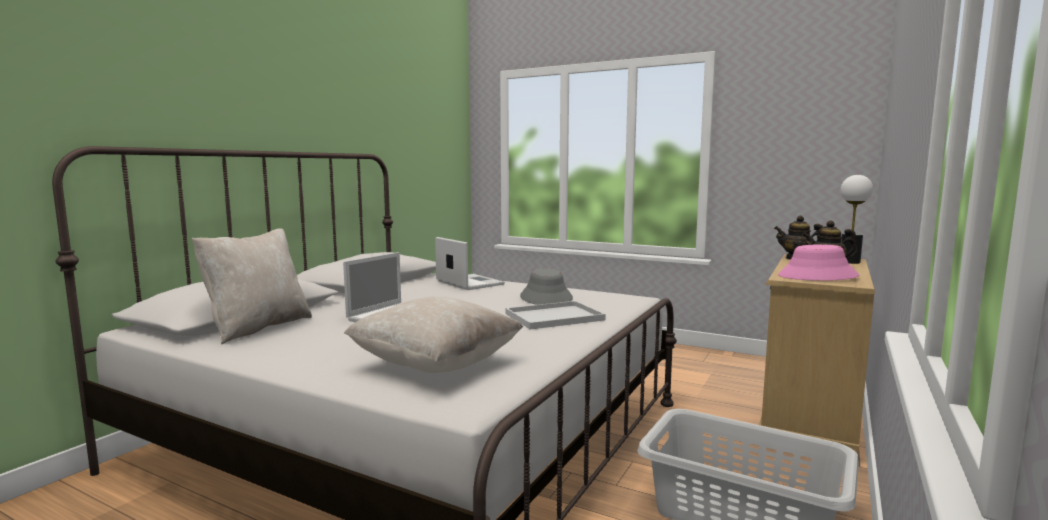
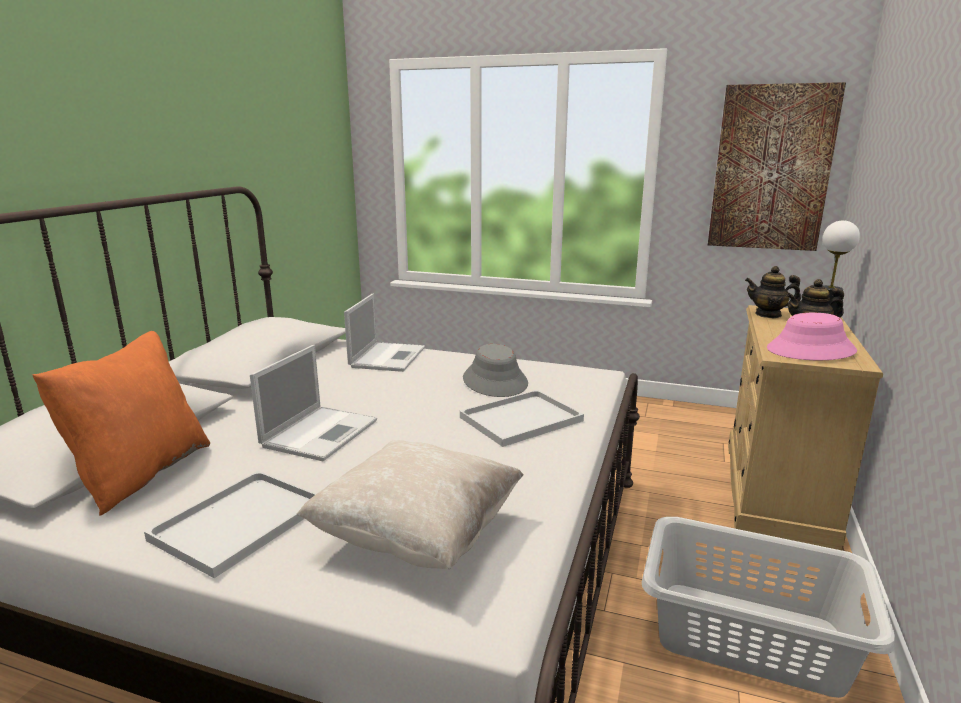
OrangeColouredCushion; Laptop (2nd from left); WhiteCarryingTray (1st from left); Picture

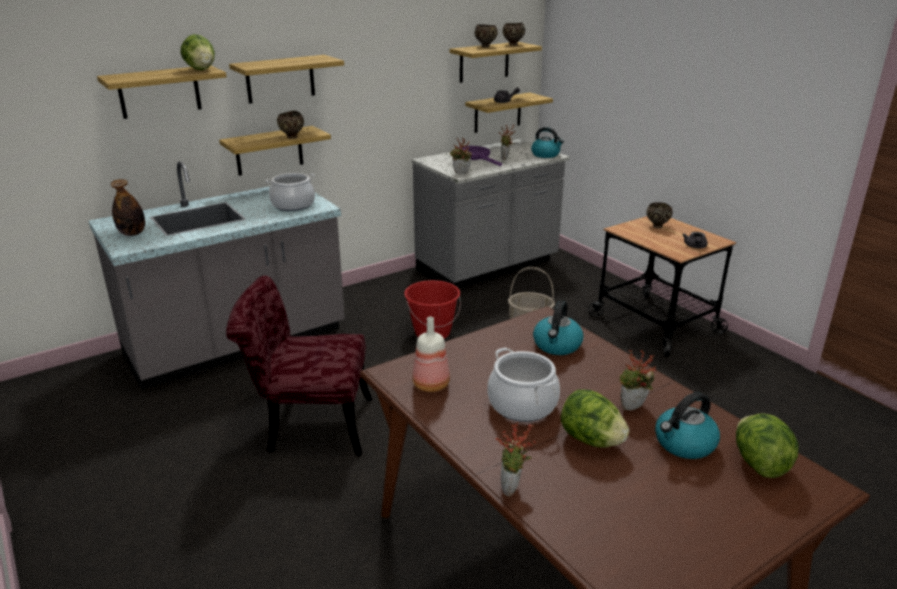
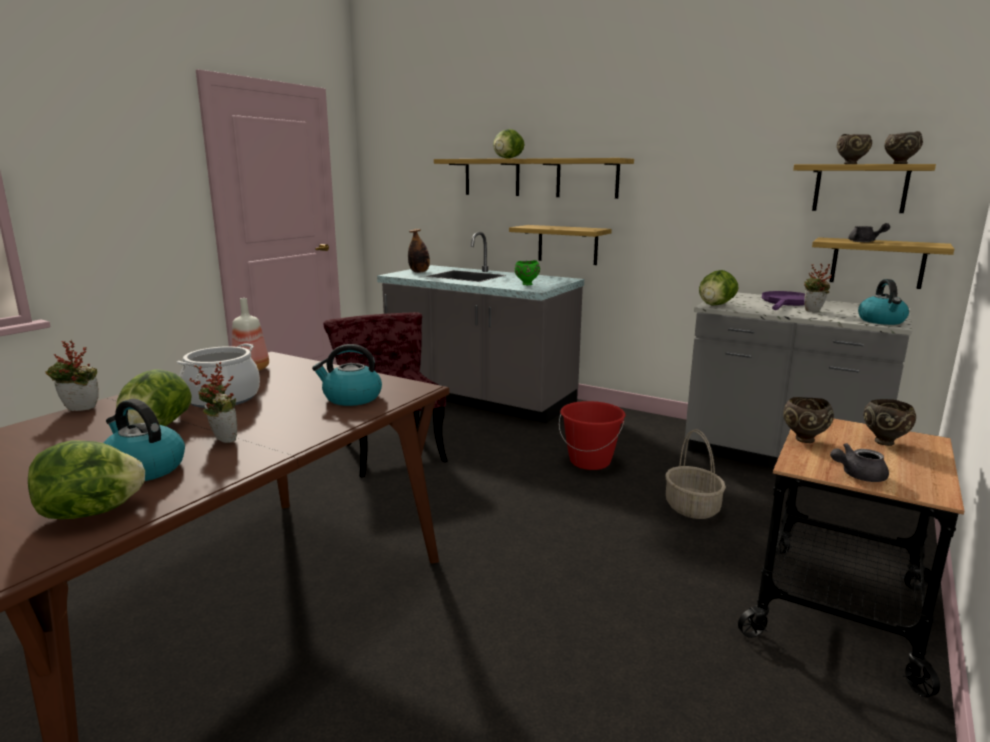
GreenColouredDeepDish; BrownishDeepDish (1st from left); LettuceHead (4th from left)

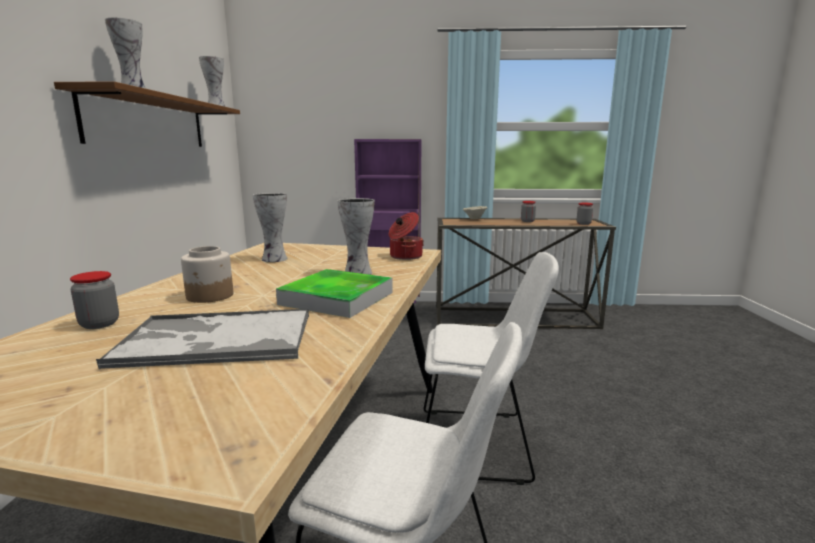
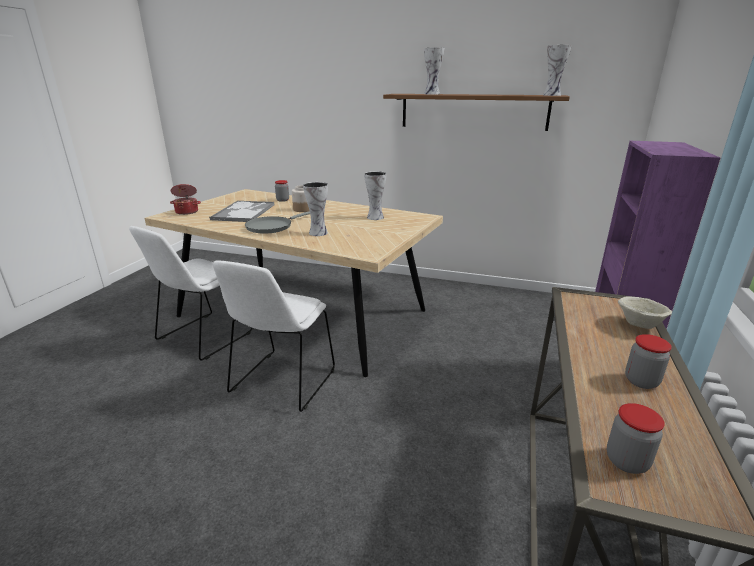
GreyishFryingPan; CookingPot

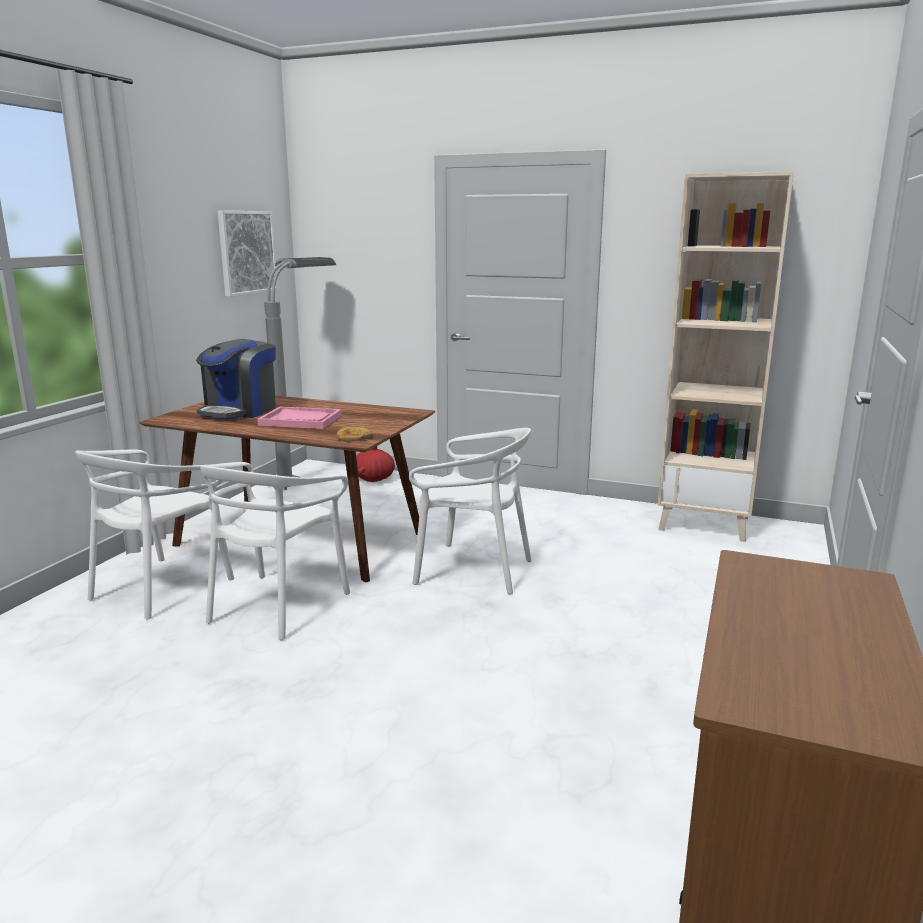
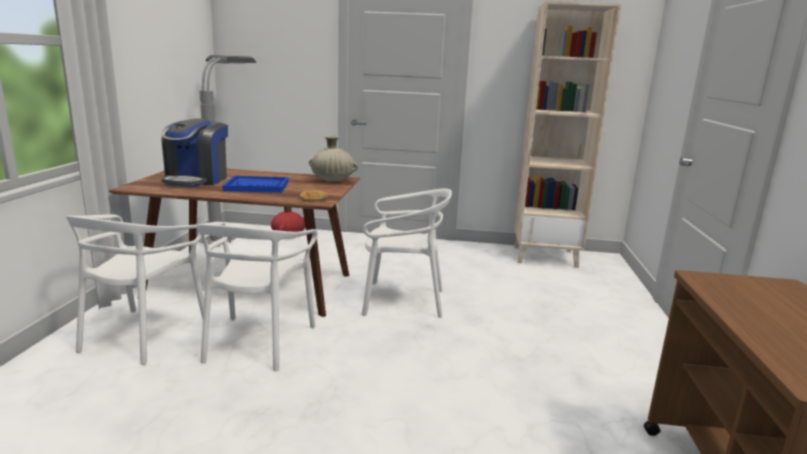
Picture; BlueCarryingTray; BeigeVase

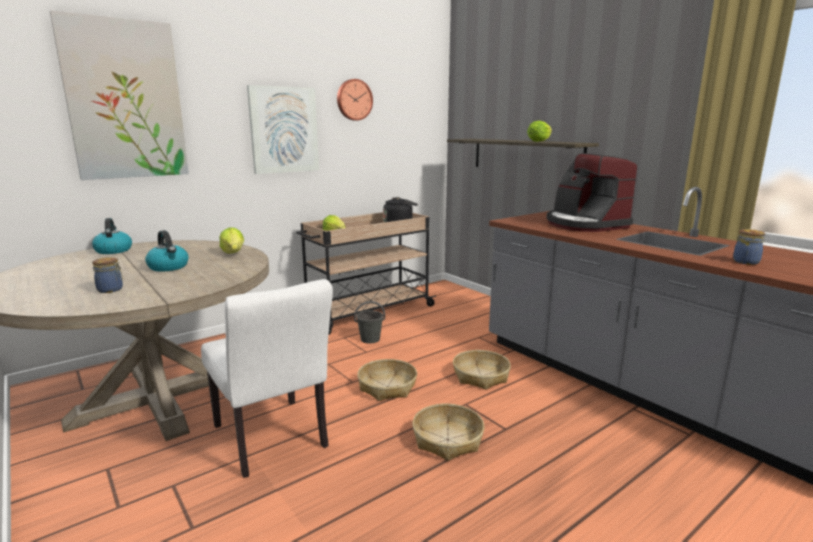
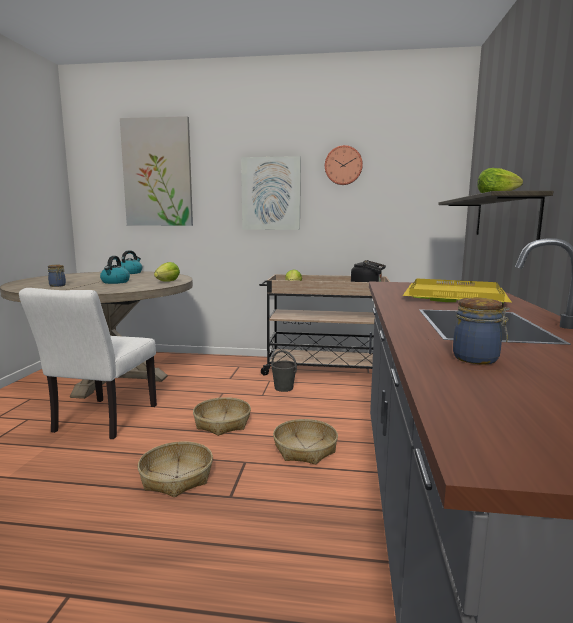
YellowishCarryingTray

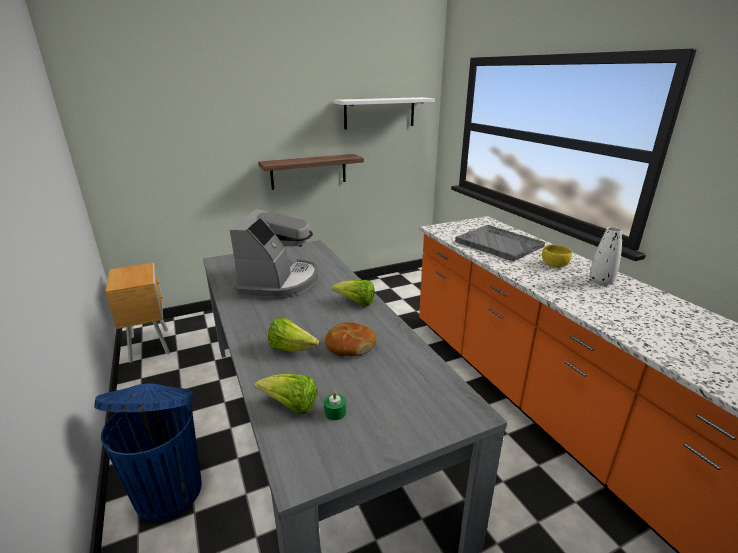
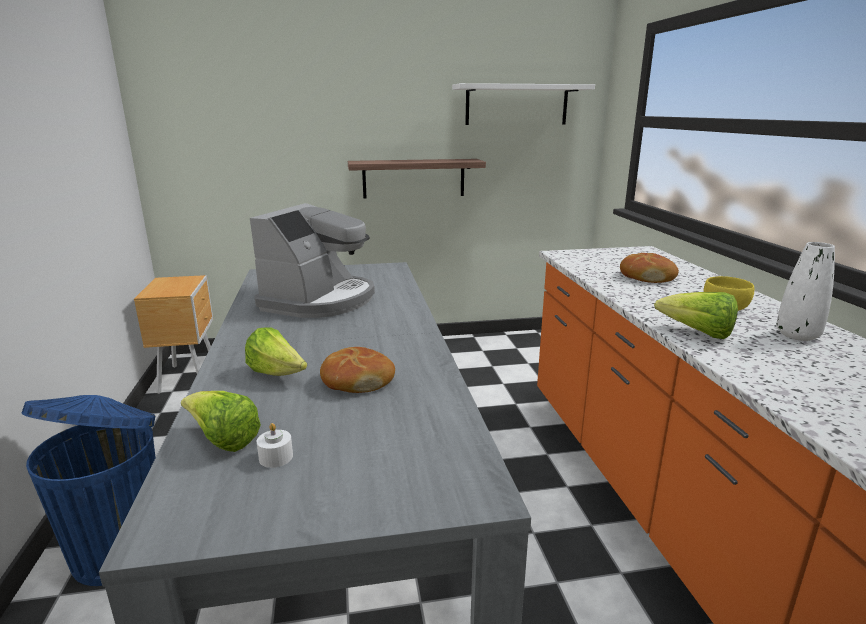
WhiteWaxLight; LettuceHead (3rd from left); BakedBread (2nd from left)

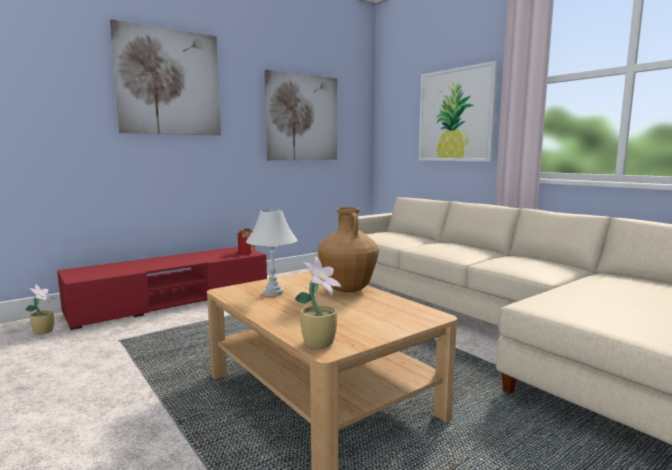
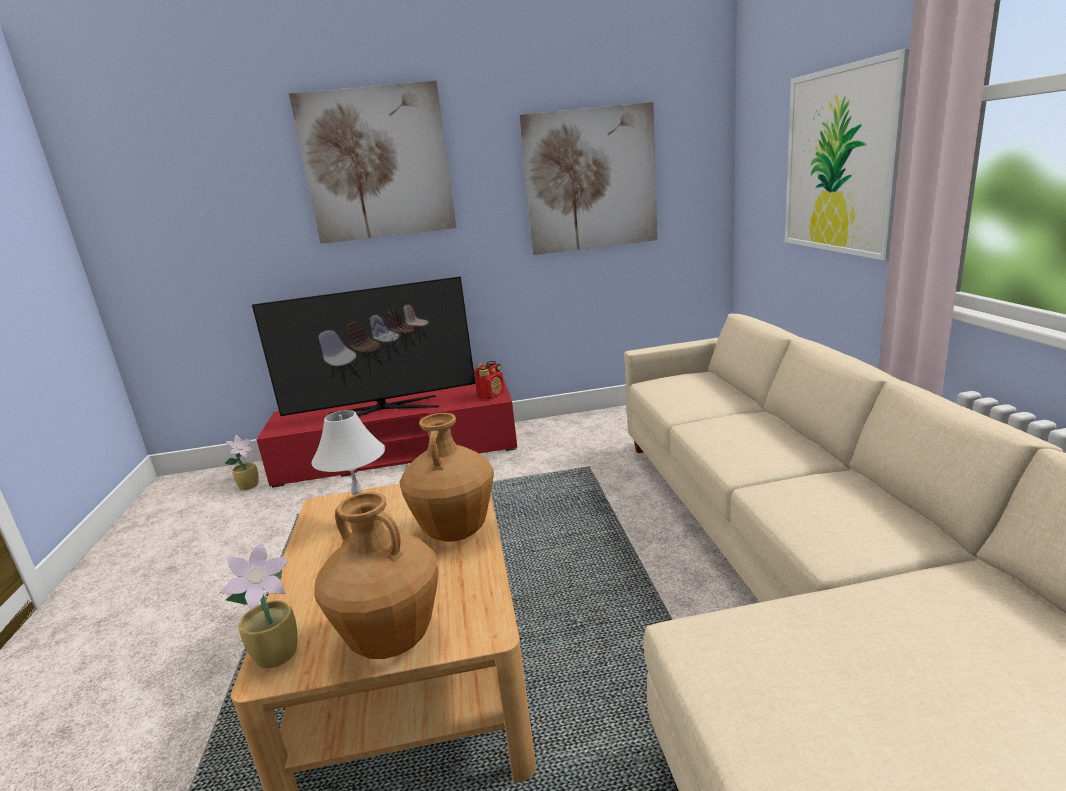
Television; BrownishVase (1st from left)

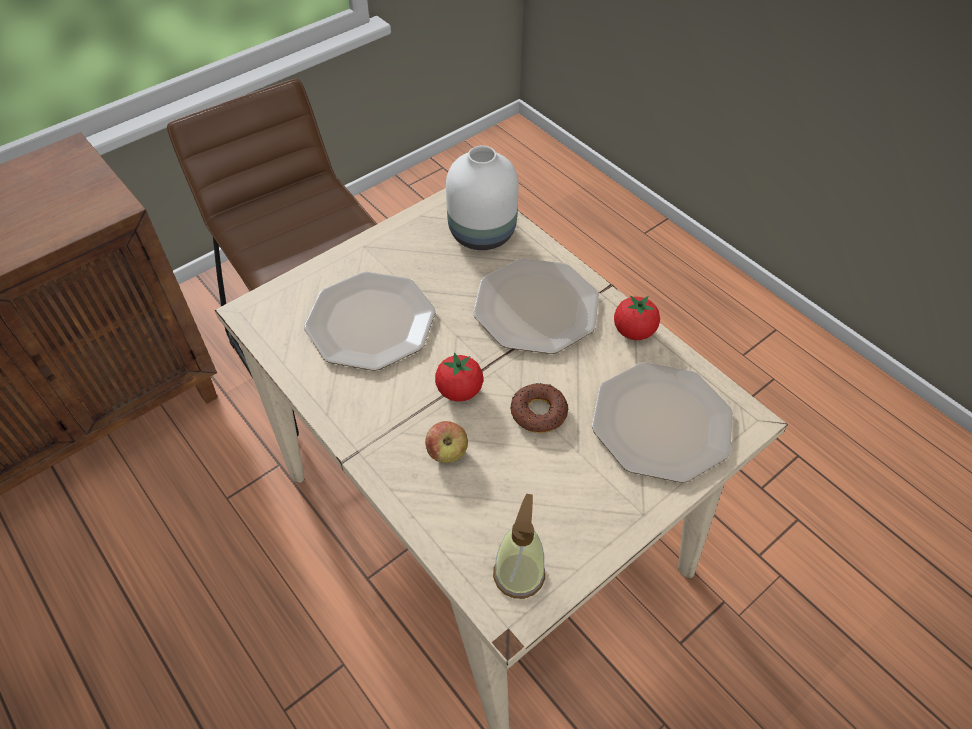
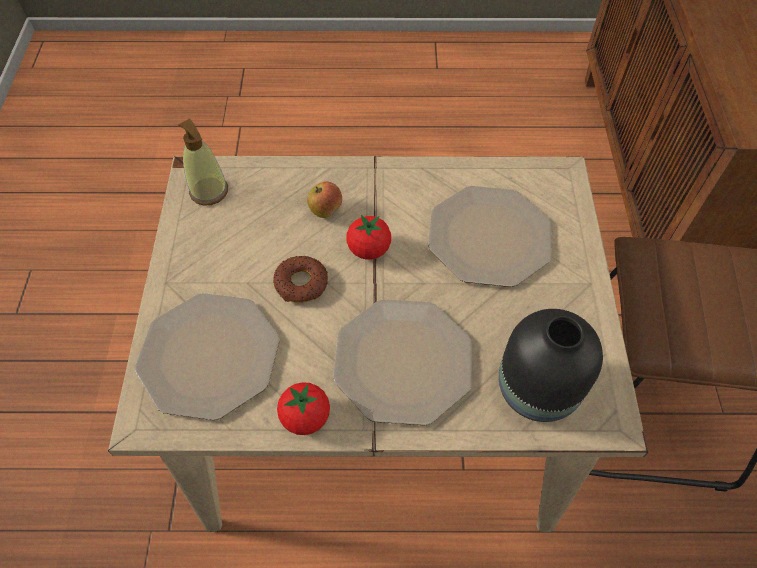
BlackColouredVase

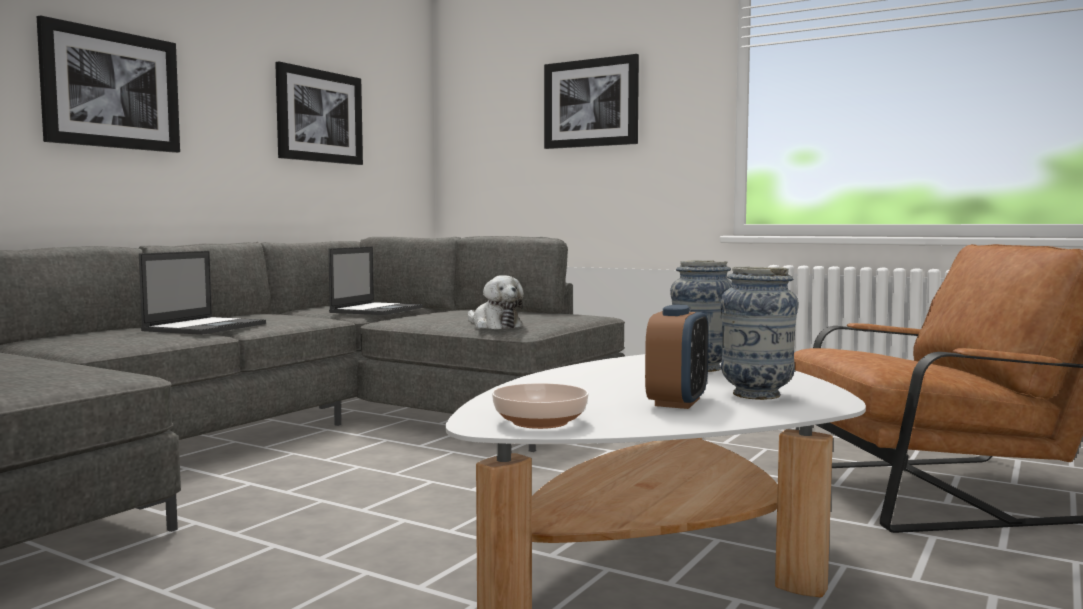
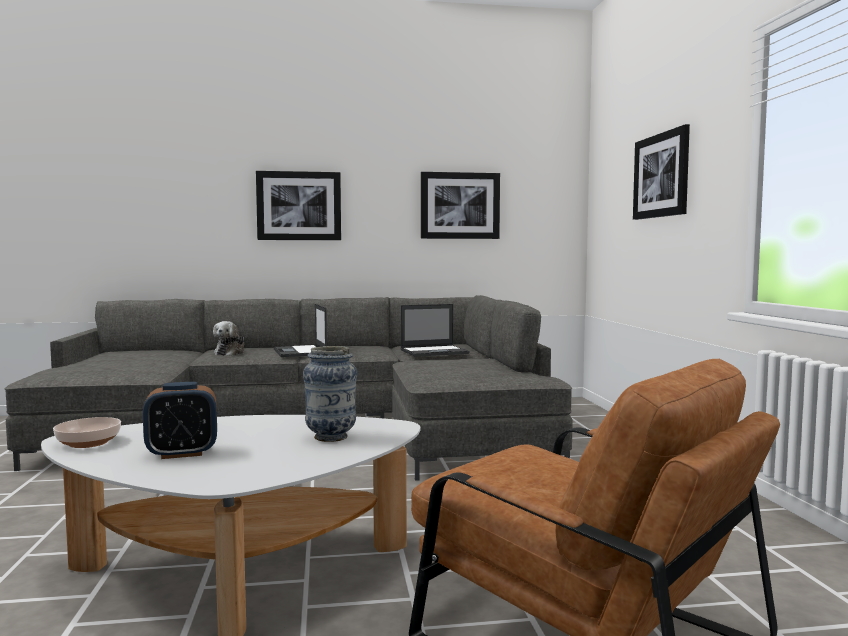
Laptop (1st from left); PlushToy; Vase (2nd from left in the first image)

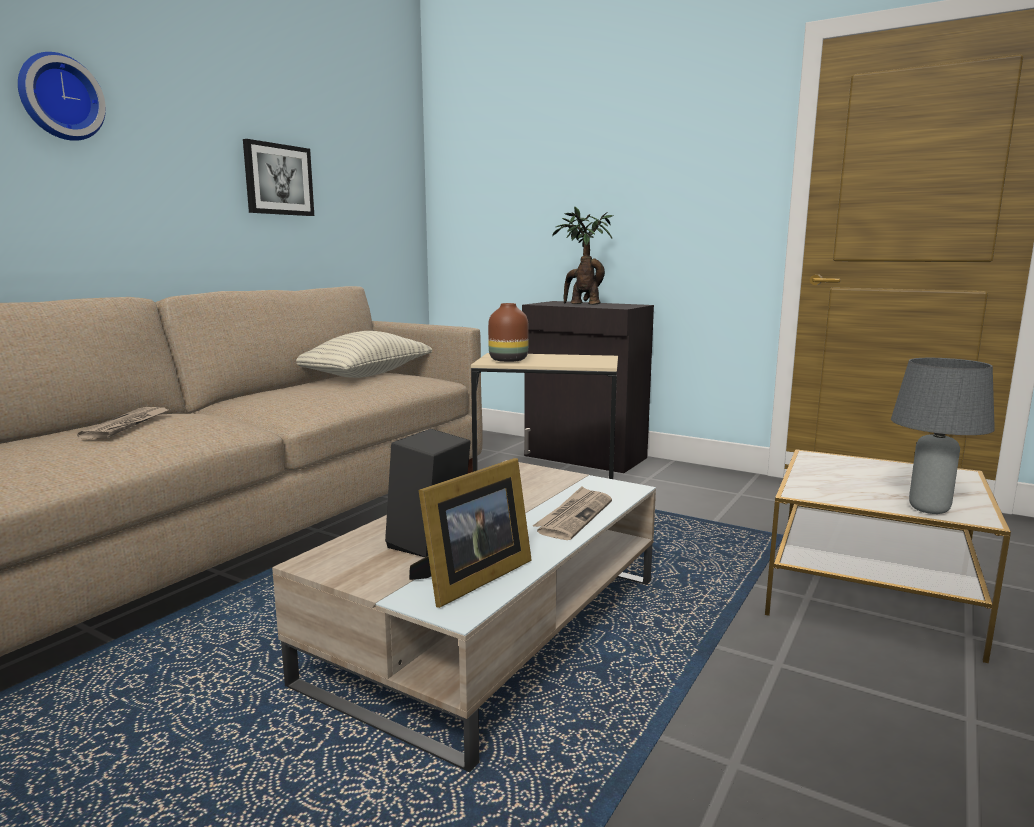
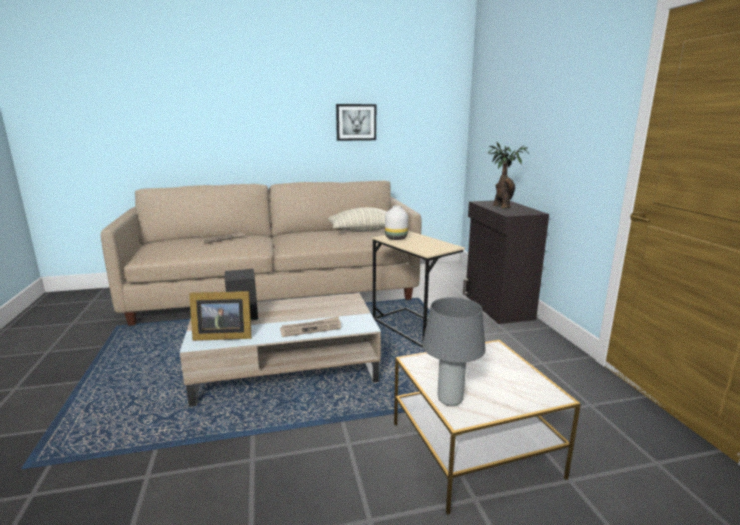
ClockOnTheWall; WhiteVase

